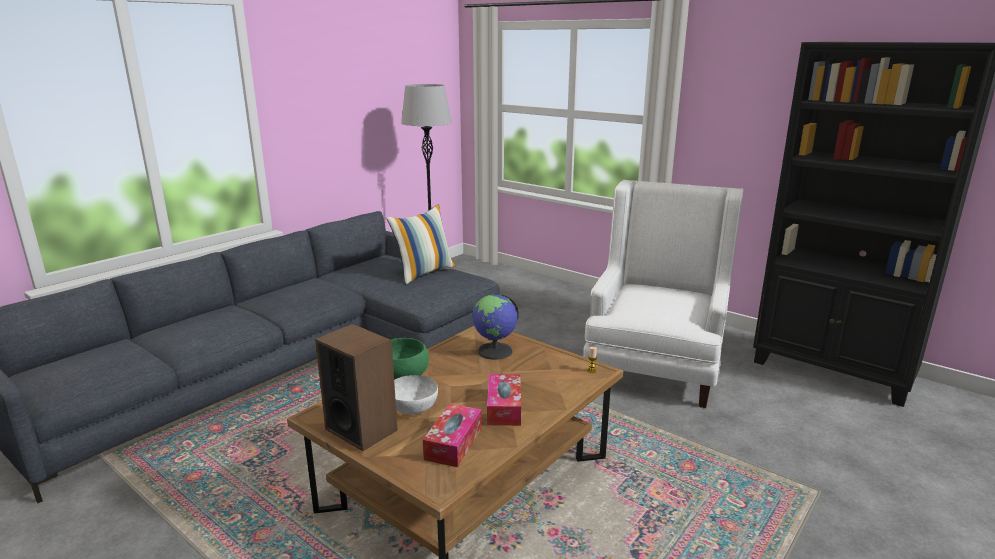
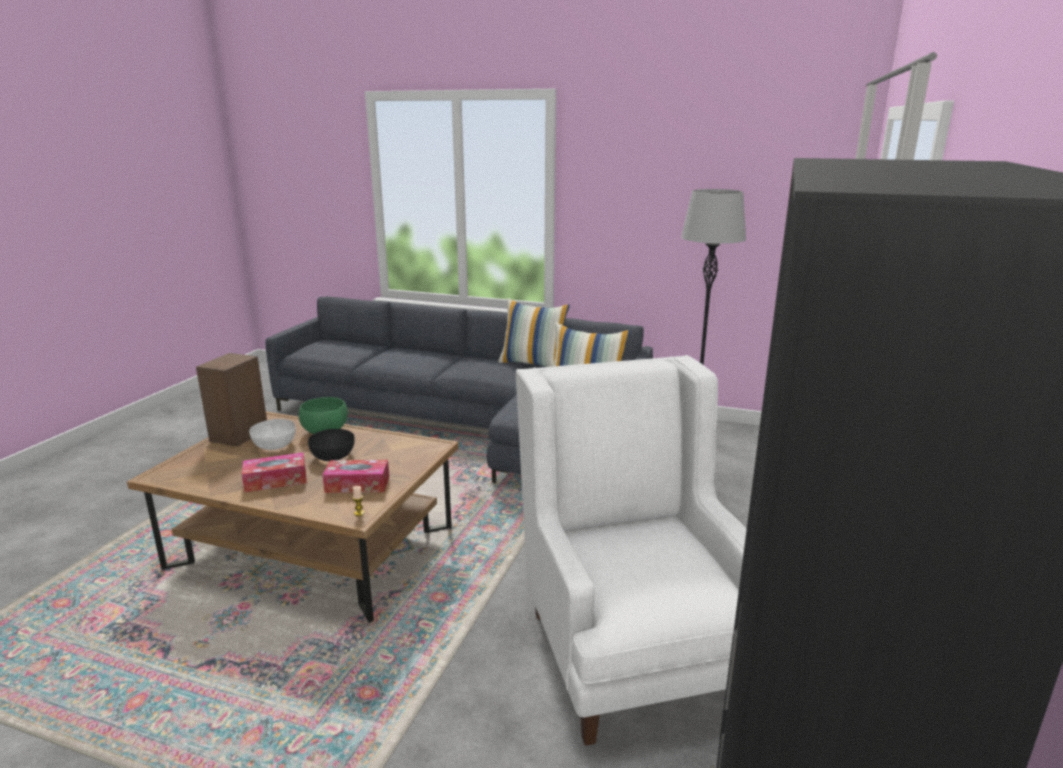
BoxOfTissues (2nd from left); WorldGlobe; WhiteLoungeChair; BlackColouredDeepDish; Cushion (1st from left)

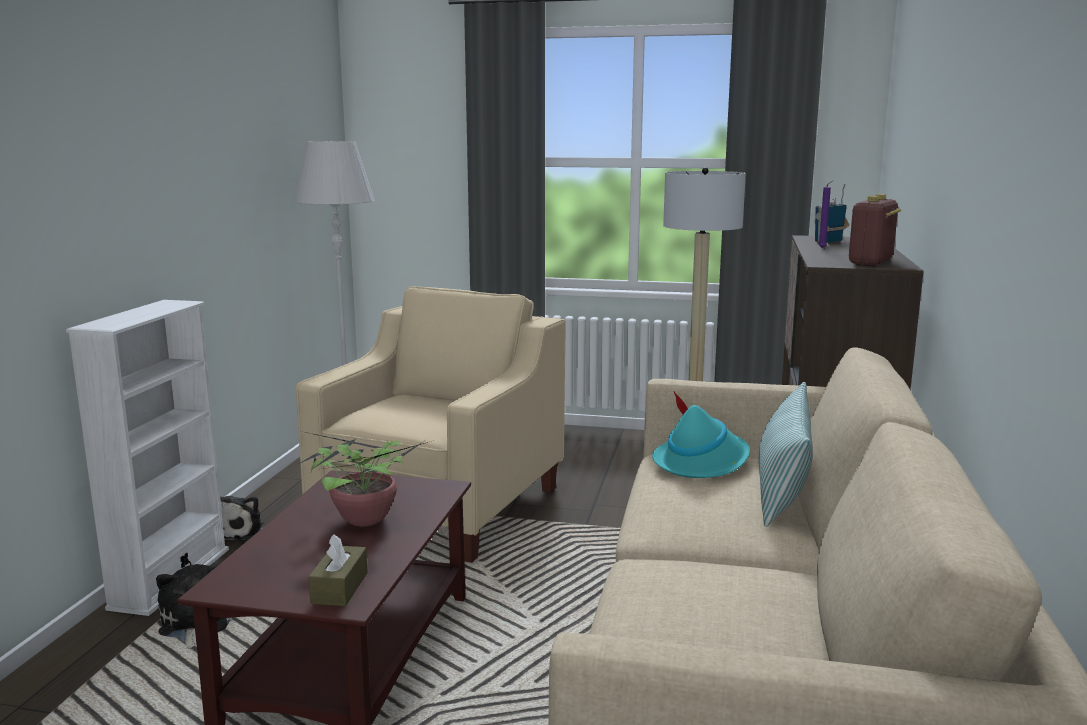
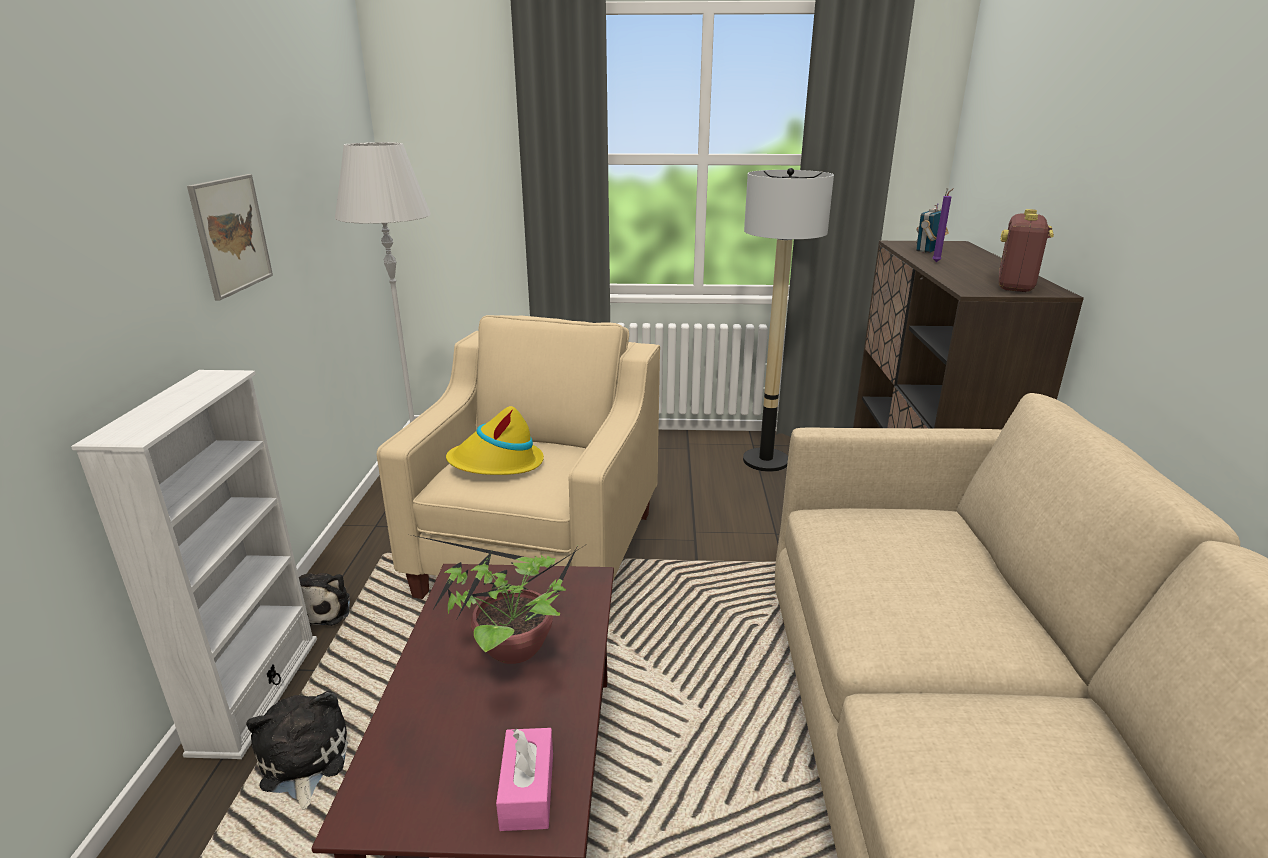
PinkBoxOfTissues; BlueGreenHat; Cushion; Picture; YellowishHat

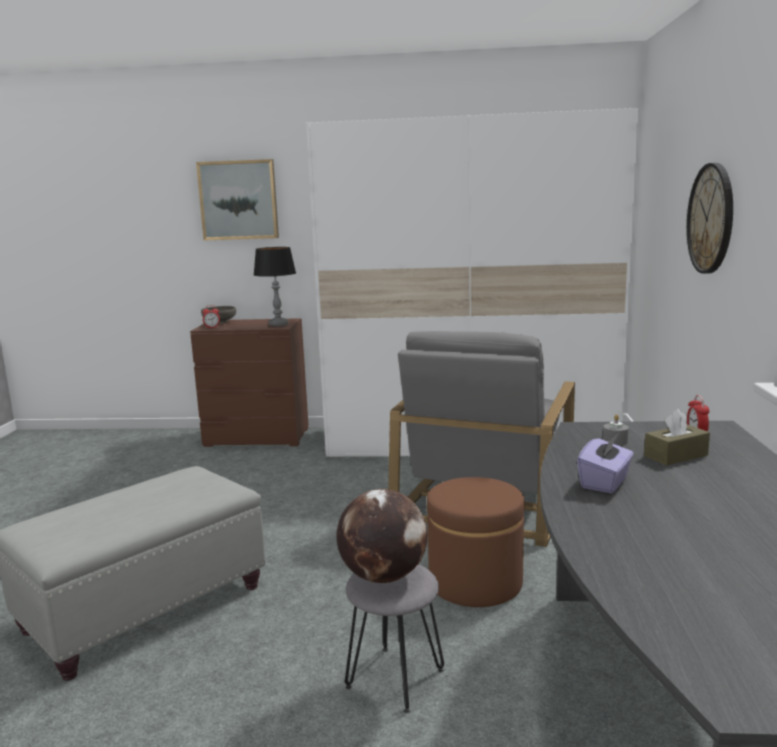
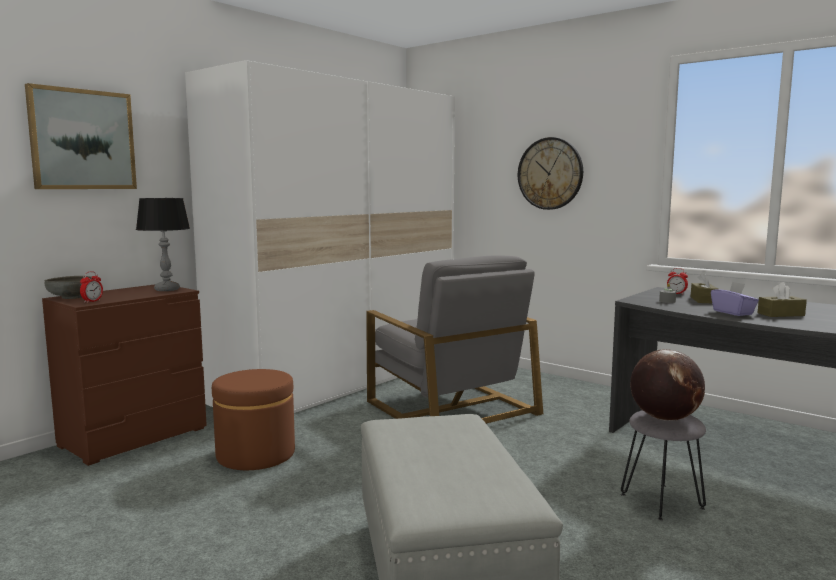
BrownishOttoman; BrownishBoxOfTissues (2nd from left)

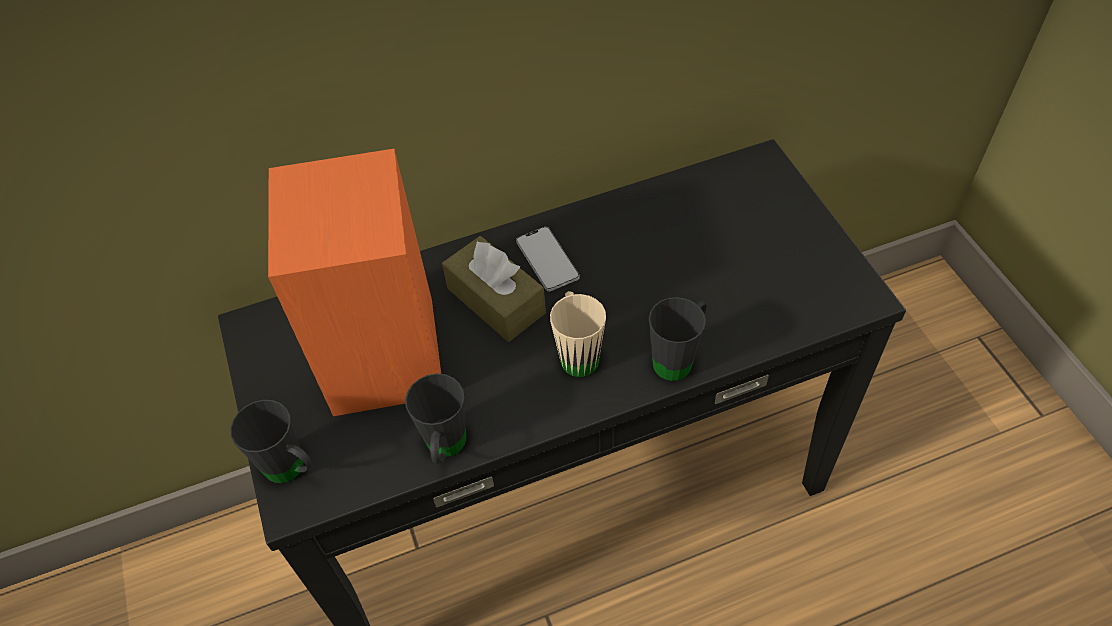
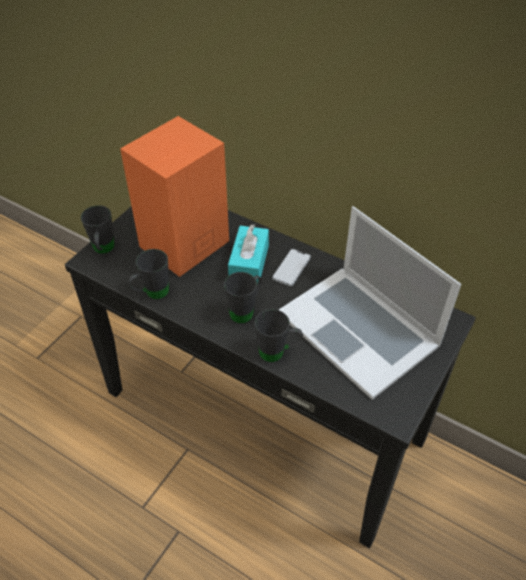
BlueGreenBoxOfTissues; BlackColouredMug (3rd from left); Laptop

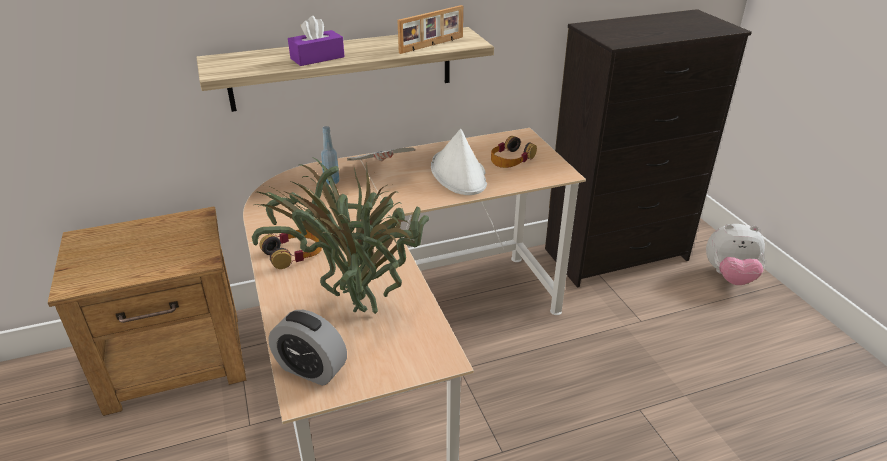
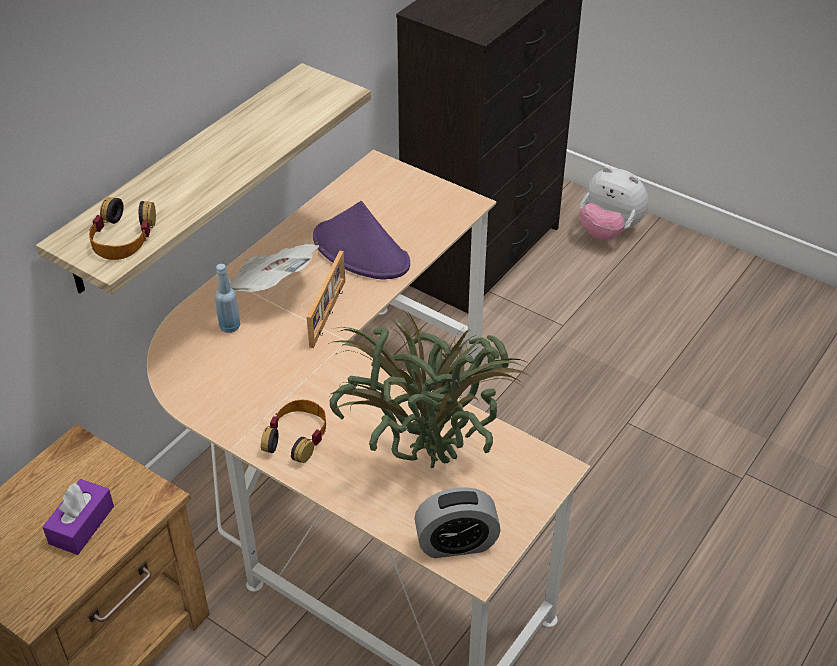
PurpleBoxOfTissues; PictureFrame; PurpleHat; Headset (1st from left); PlushToy

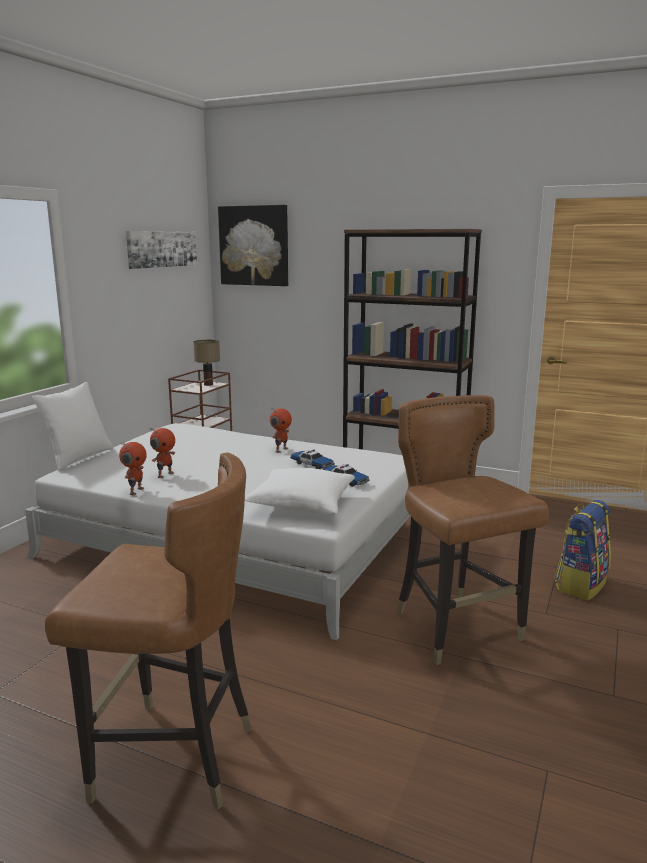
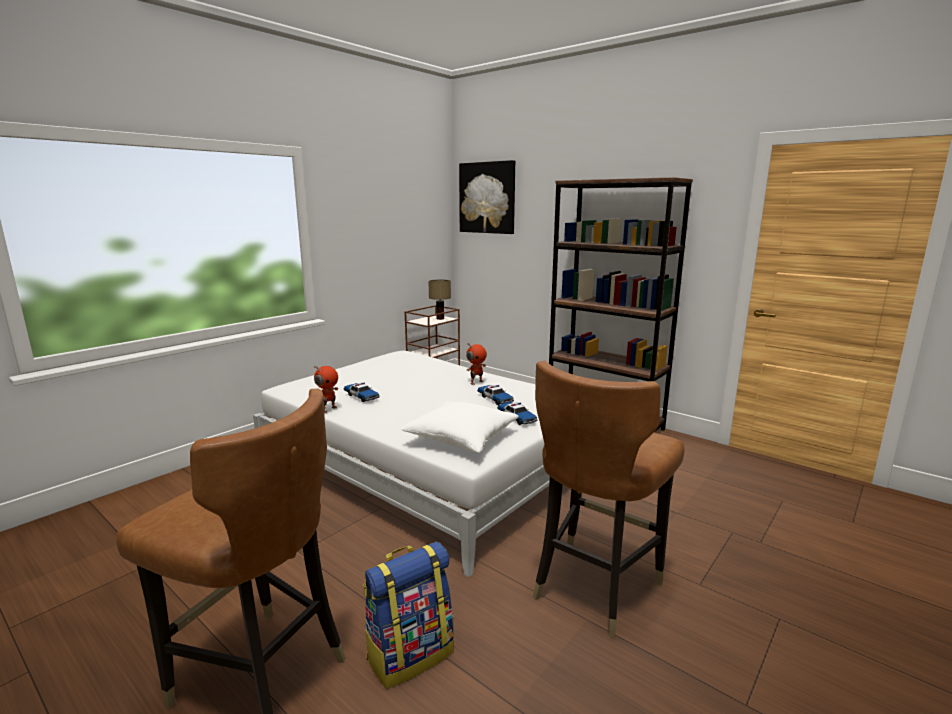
WhiteCushion (1st from left in the first image); Picture (1st from left in the first image); ModelCar (1st from left); BrownishUprightChair (2nd from left); Rucksack

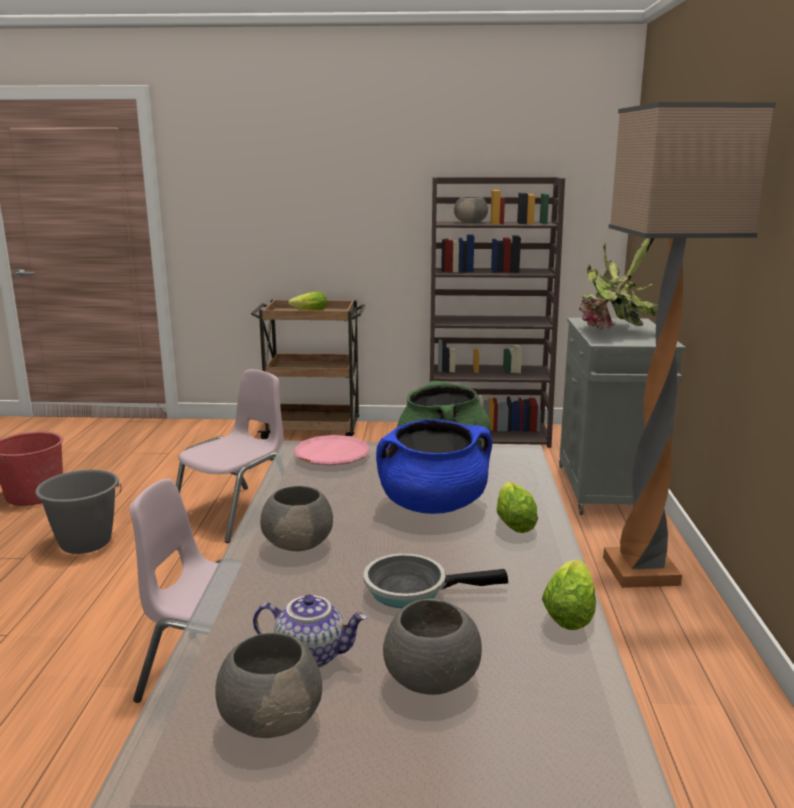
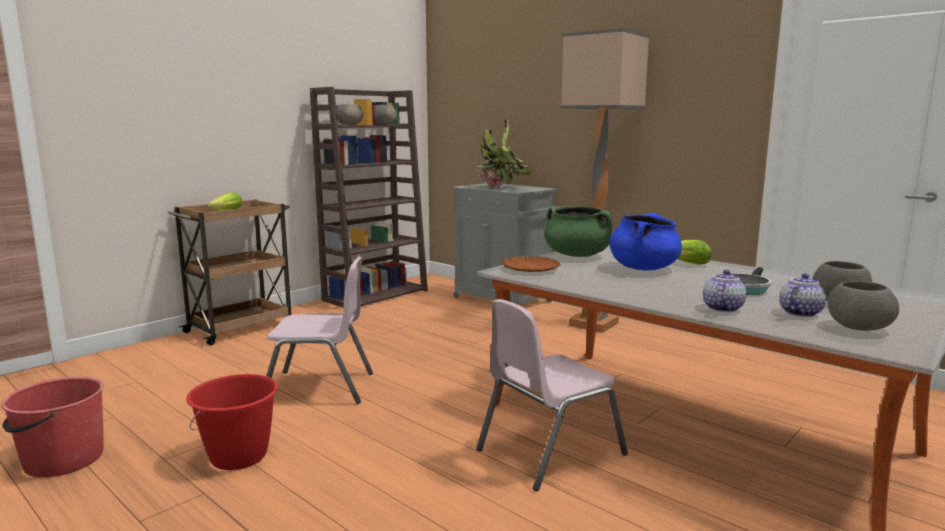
RedPail (2nd from left); PinkUprightChair (1st from left); GreyishDeepDish (2nd from left); BrownishDinnerPlate; LettuceHead (3rd from left in the first image); Teapot (1st from left)

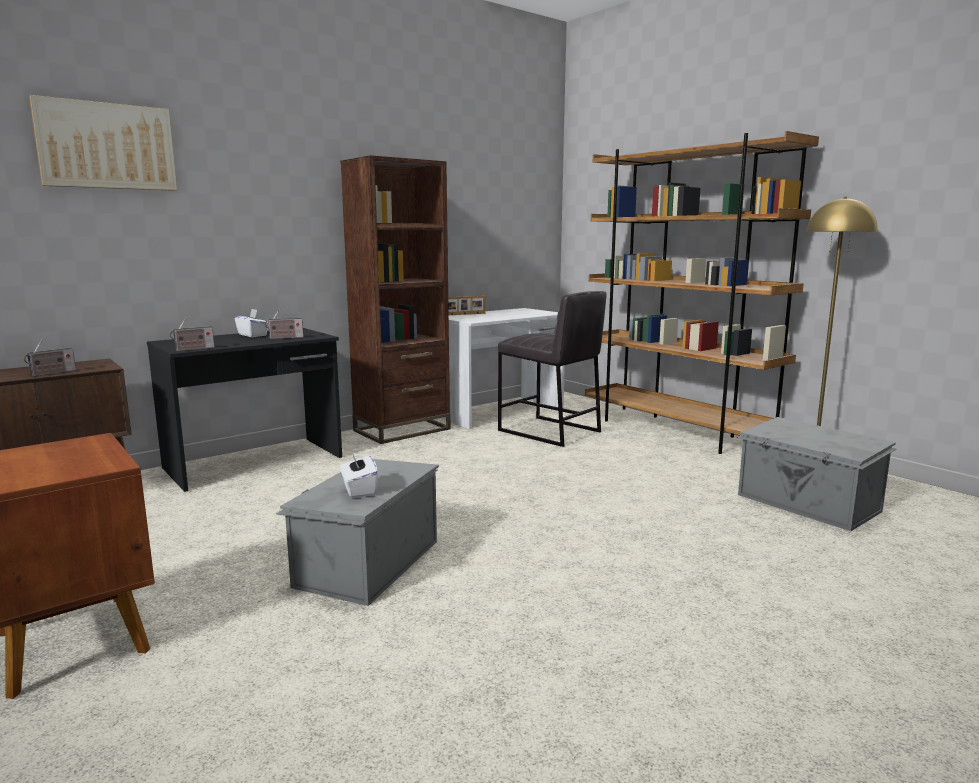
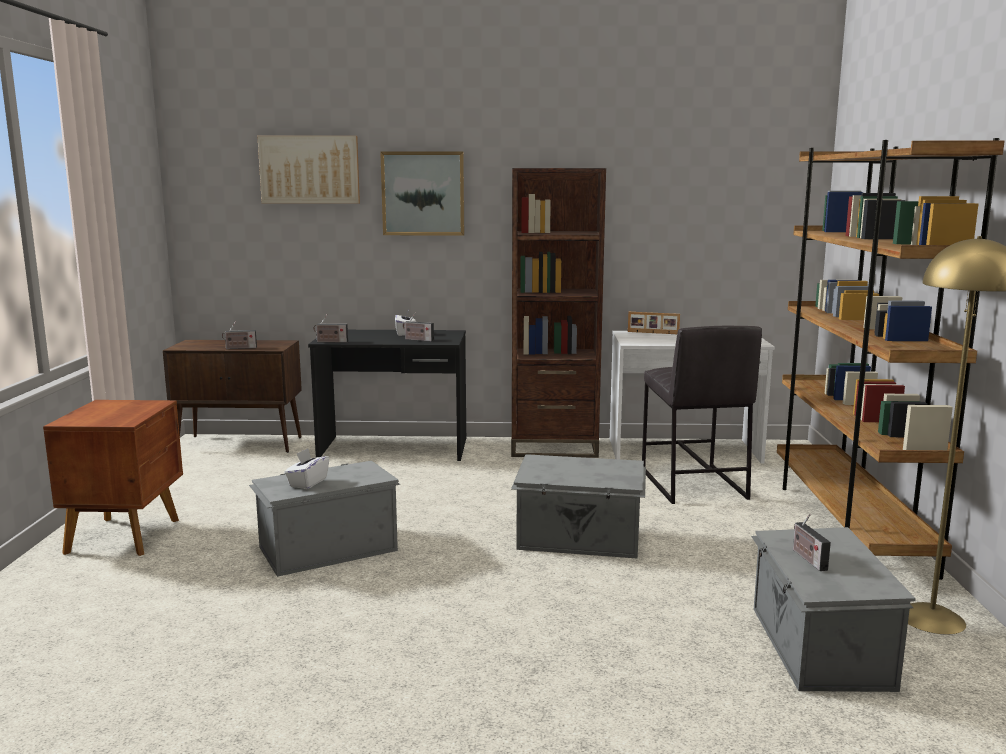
Picture (2nd from left); GreyishStorageBin (2nd from left); RadioSet (4th from left)

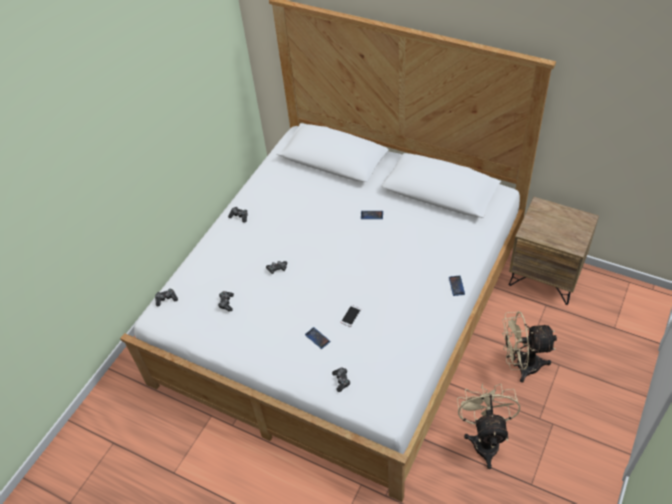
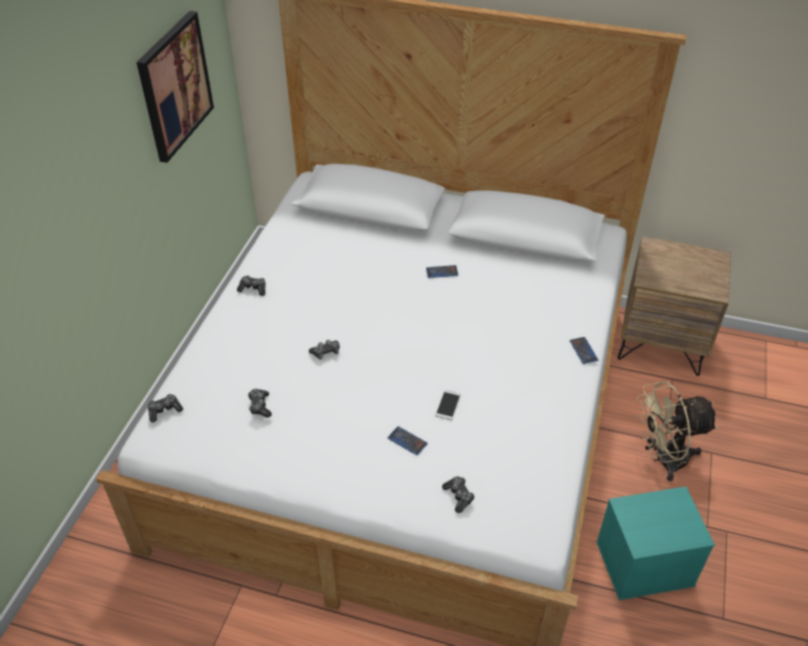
BlueGreenStorageBin; Picture

